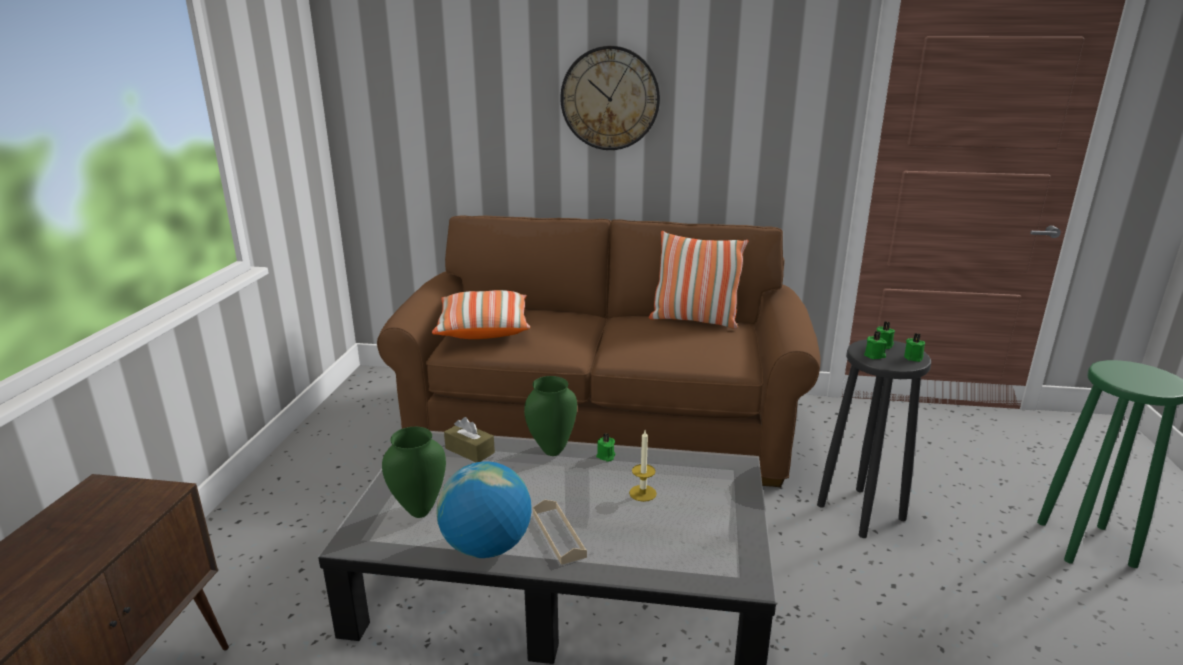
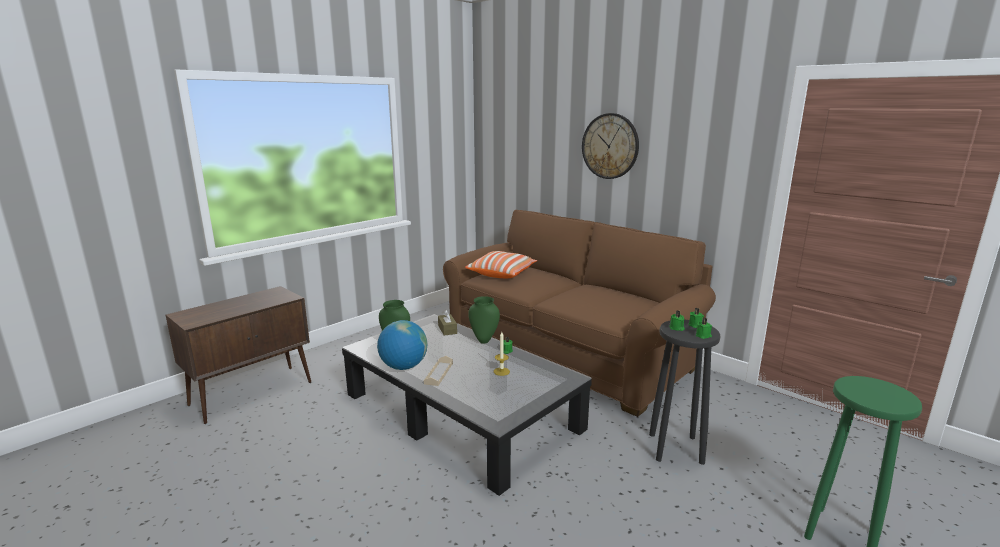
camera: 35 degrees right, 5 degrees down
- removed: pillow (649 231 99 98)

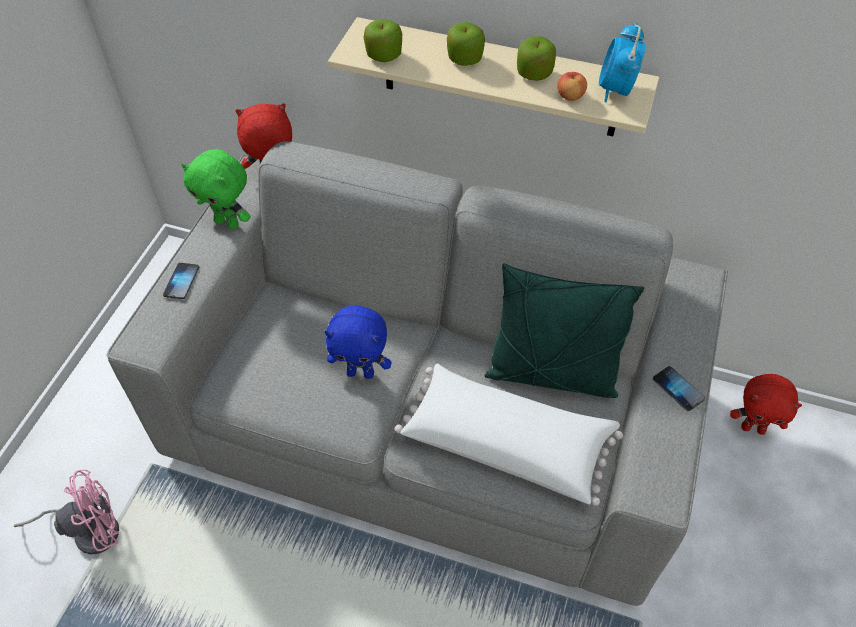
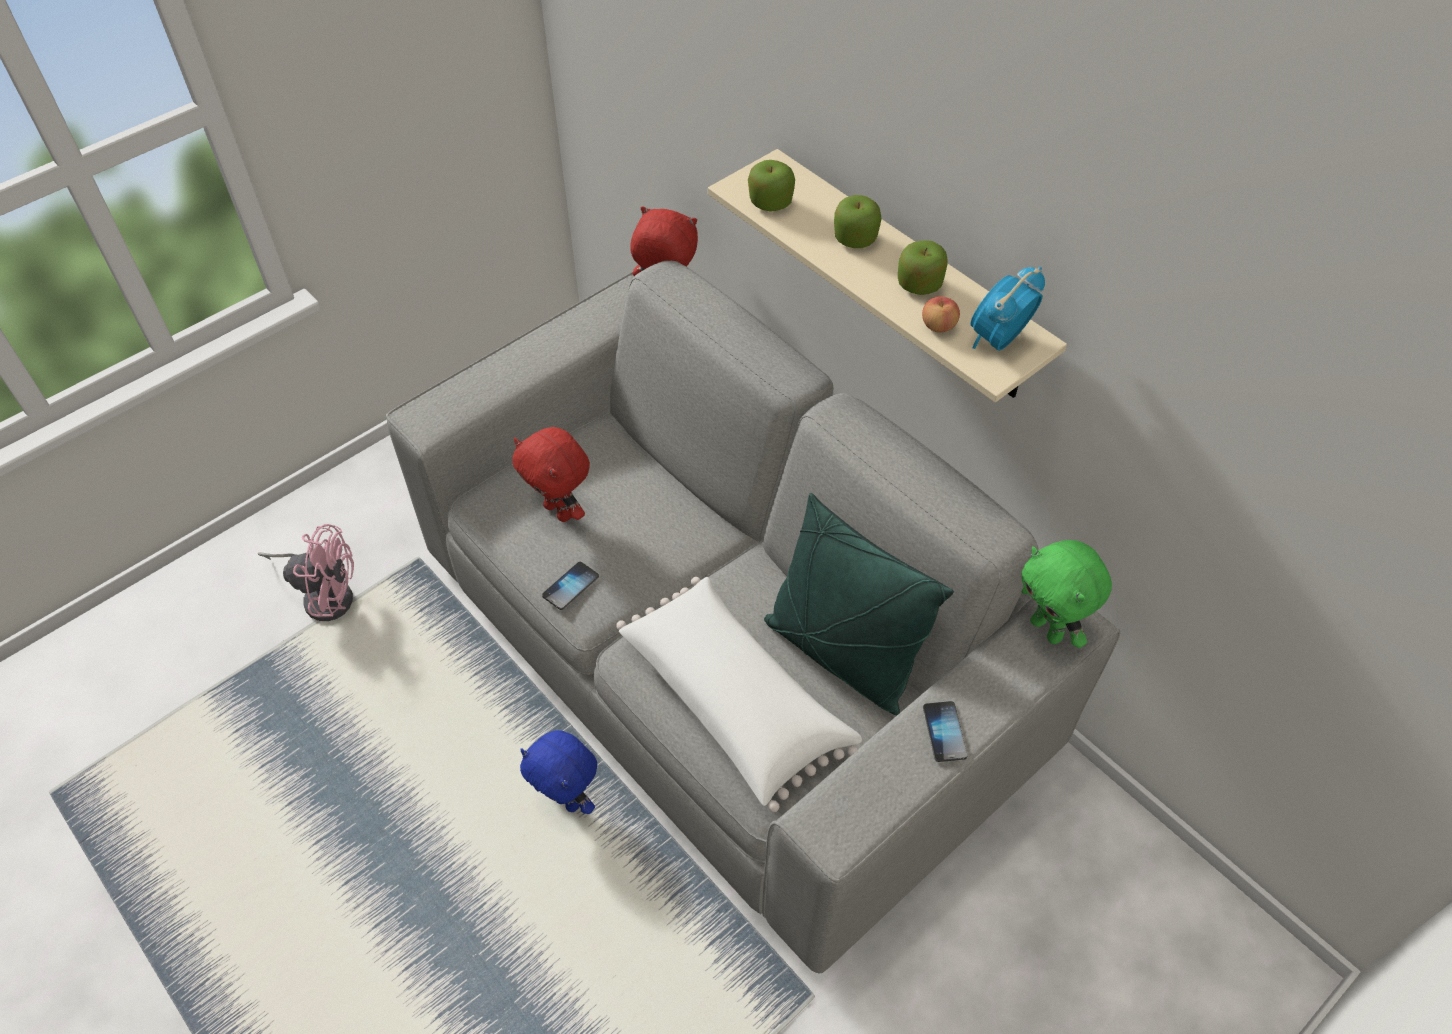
camera: 30 degrees right, 0 degrees up
- moved: phone (163 263 36 36) to (542 562 57 48)
- moved: plush toy/green (181 149 70 80) to (1021 540 91 108)
- moved: plush toy/blue (324 305 67 74) to (520 730 77 84)
- moved: plush toy/red (730 374 72 61) to (512 427 78 95)

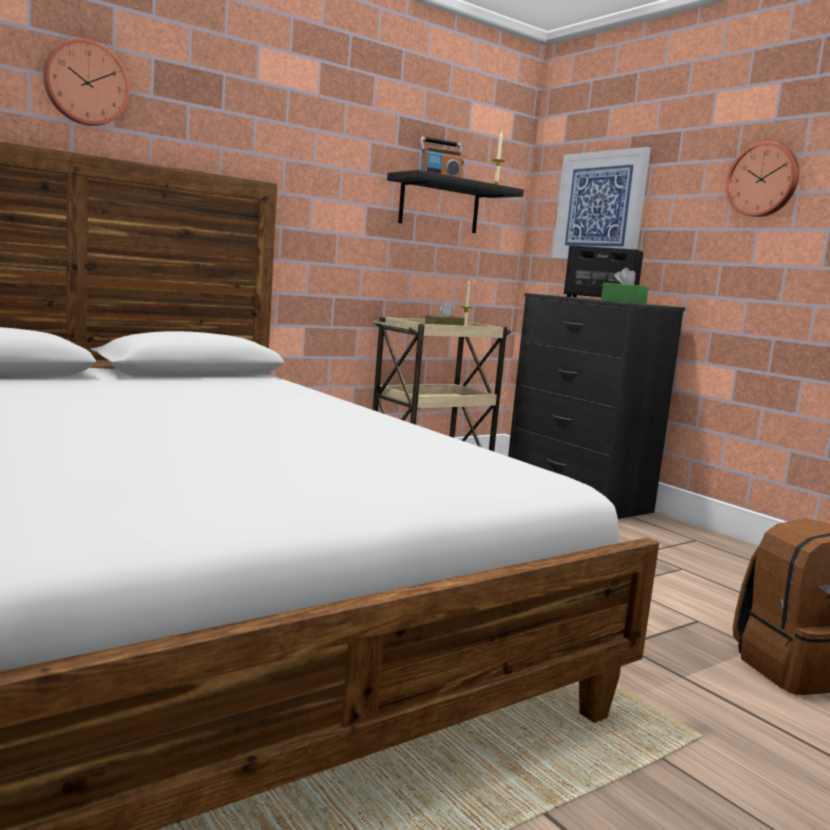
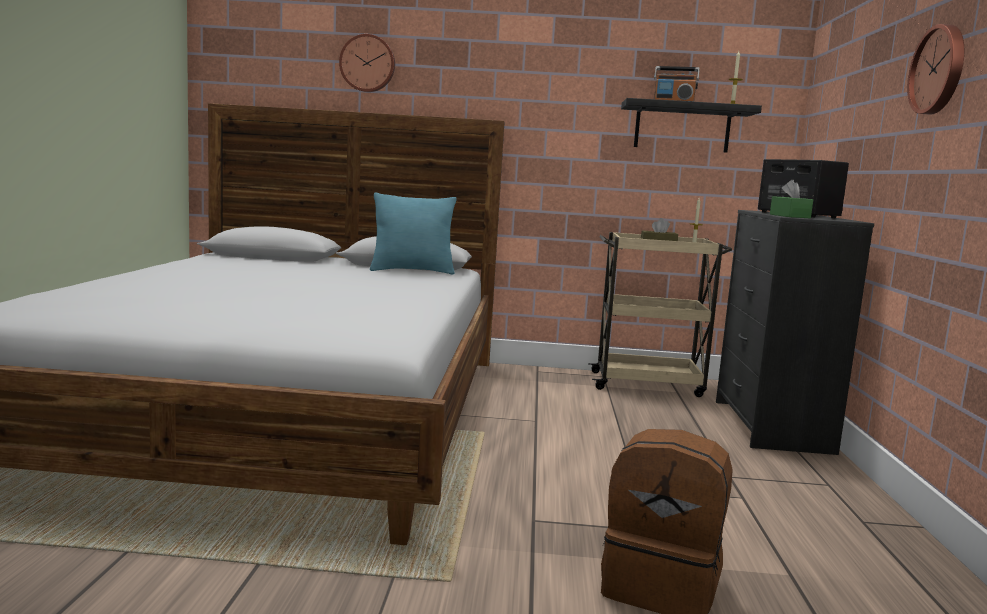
camera: 40 degrees right, 0 degrees up
- removed: picture (552 147 99 112)
- added: pillow/turquoise (370 192 86 83)

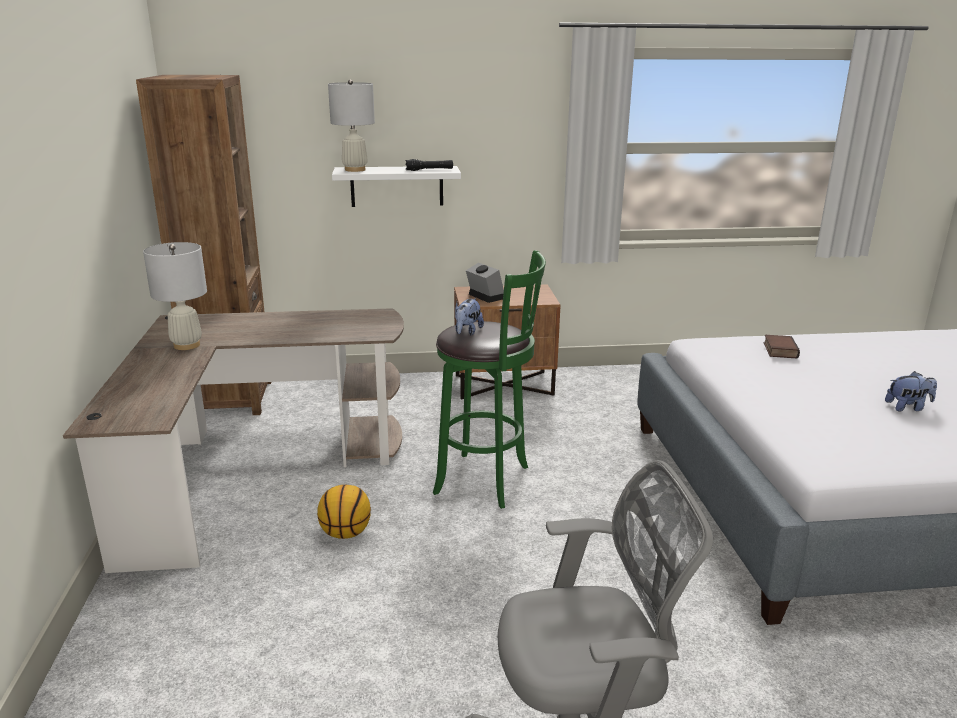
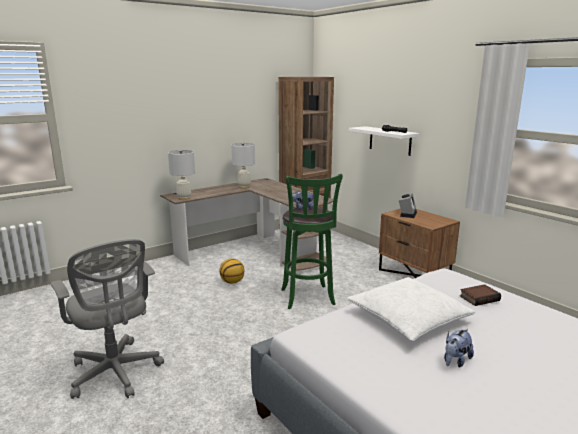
camera: 60 degrees right, 5 degrees down
- moved: table lamp/white (328 80 47 92) to (168 150 27 50)
- turned: plush toy (885 371 52 40) = (444 329 30 39) 75 degrees clockwise
- added: pillow/white (347 277 129 64)

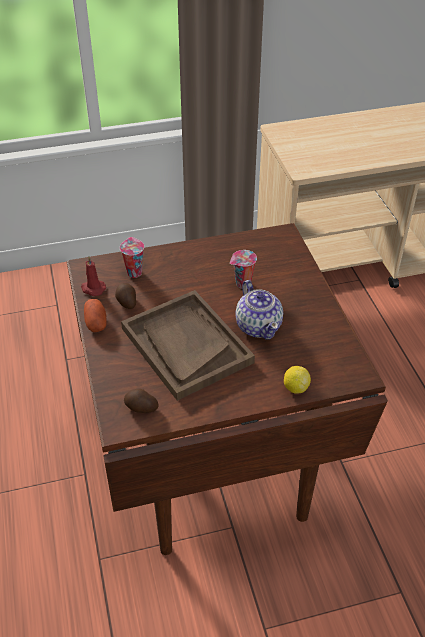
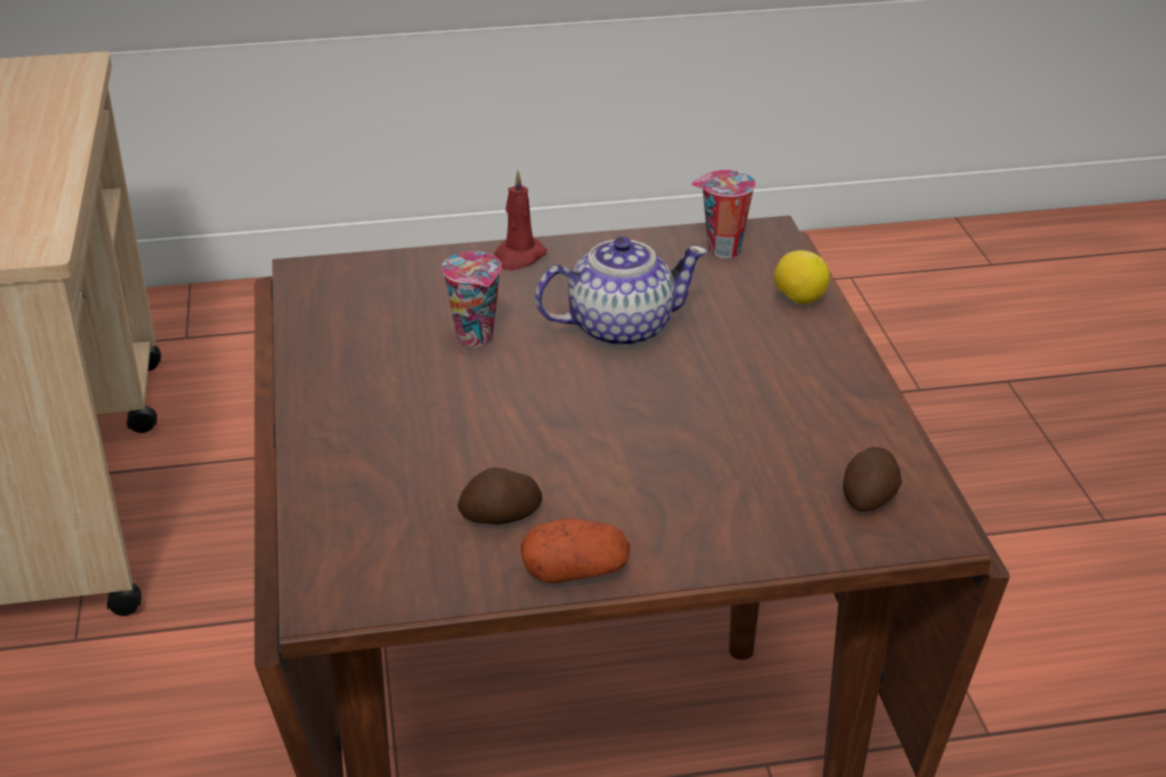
camera: 85 degrees left, 10 degrees down
- moved: candle/red (81 257 25 39) to (494 170 53 101)
- moved: cup (120 237 24 41) to (691 170 65 88)
- removed: tray/brown (121 290 134 111)

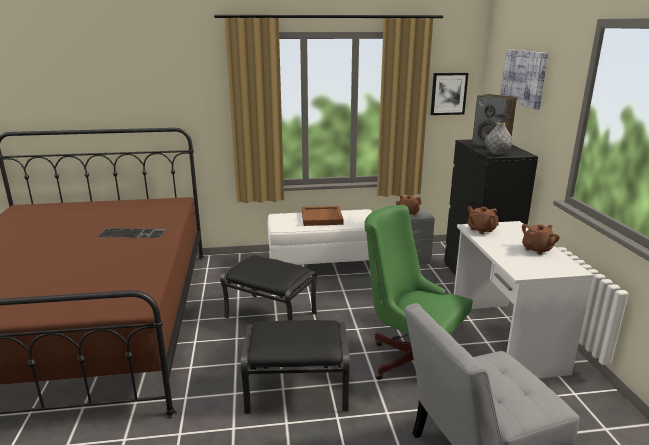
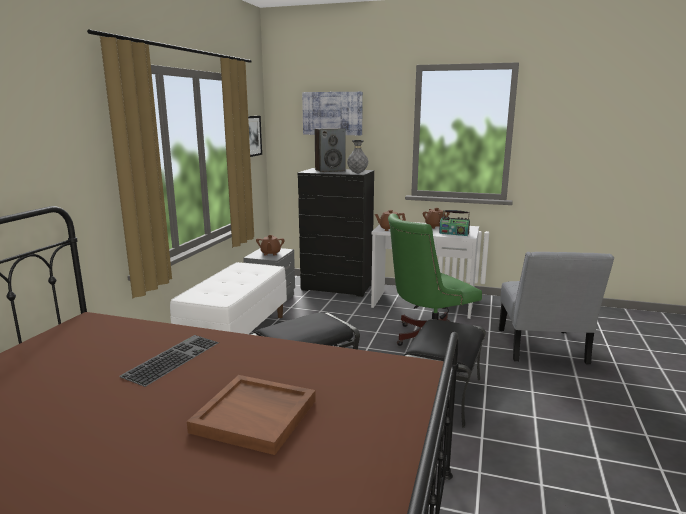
camera: 65 degrees left, 5 degrees down
- moved: tray/brown (302 206 42 20) to (187 375 129 80)
- added: radio (439 210 31 26)

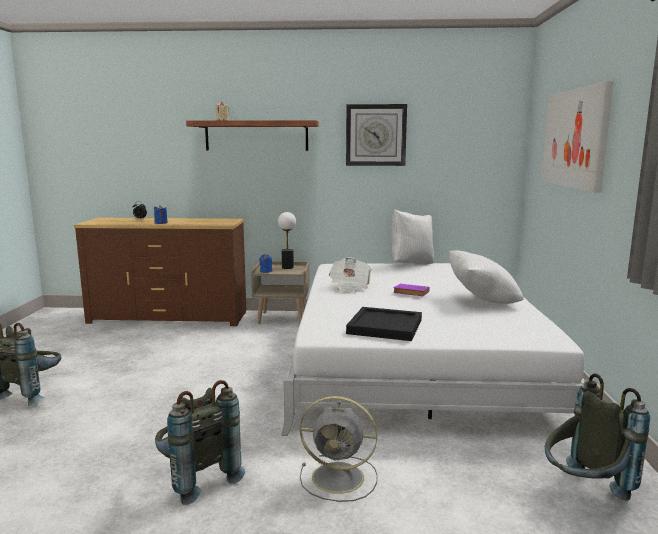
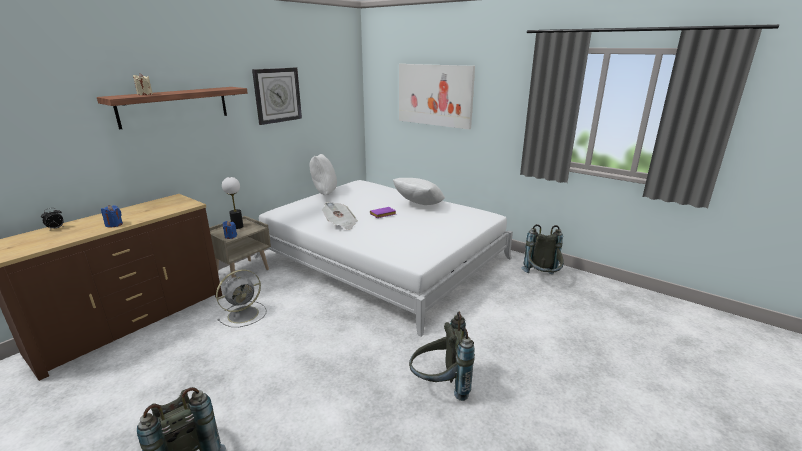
camera: 55 degrees left, 10 degrees up
- moved: fan/grey (300 396 78 106) to (216 269 50 58)
- removed: tray/black (346 307 76 34)

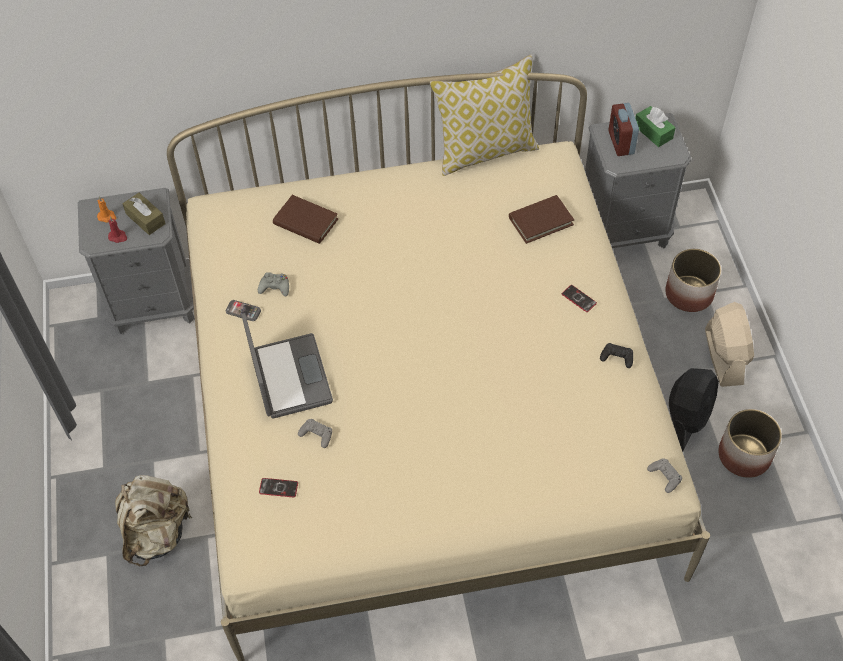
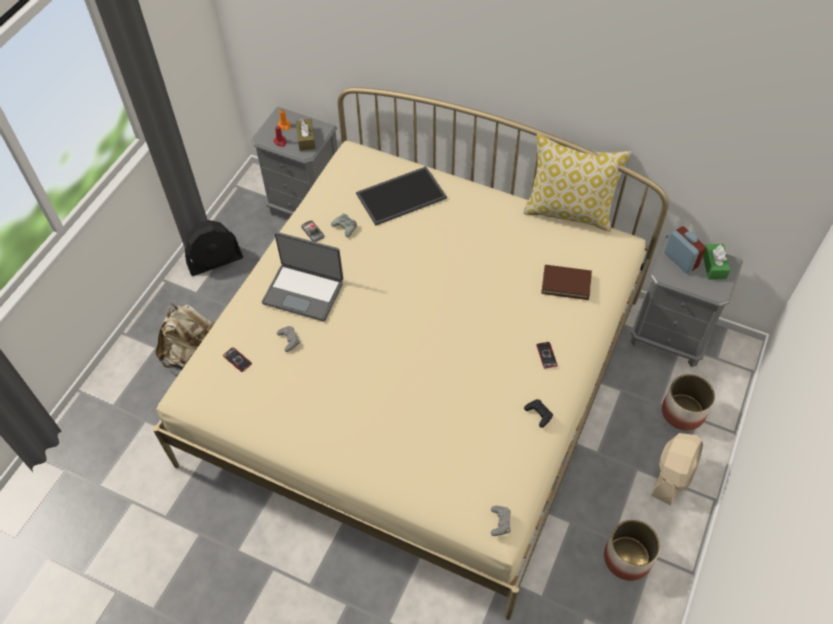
camera: 35 degrees right, 0 degrees up
- turned: laptop (242 313 91 105) = (262 232 81 89) 90 degrees clockwise
- replaced: book/brown (273 195 65 49) to tray (356 166 91 60)
- turned: alarm clock (608 103 31 53) = (664 226 42 48) 120 degrees clockwise
- moved: fan/black (669 368 50 84) to (185 220 58 56)

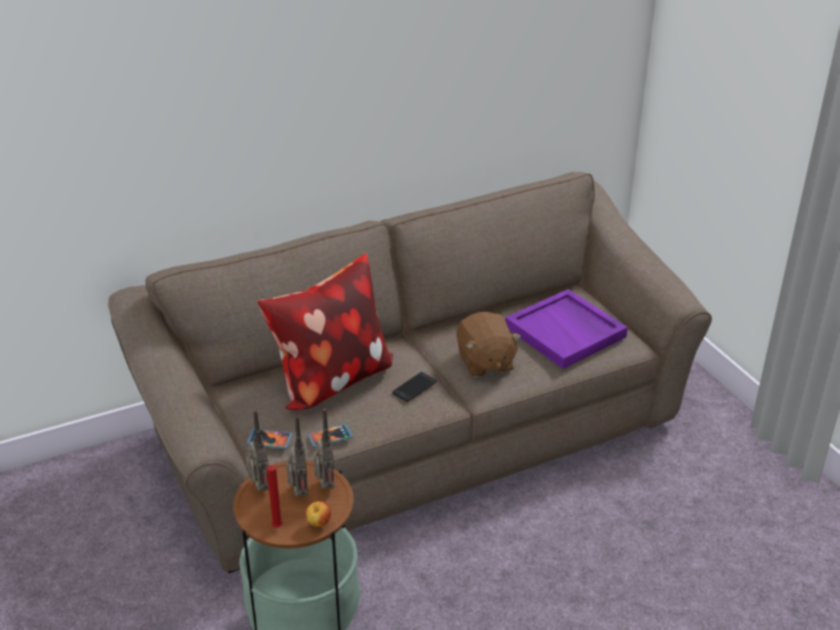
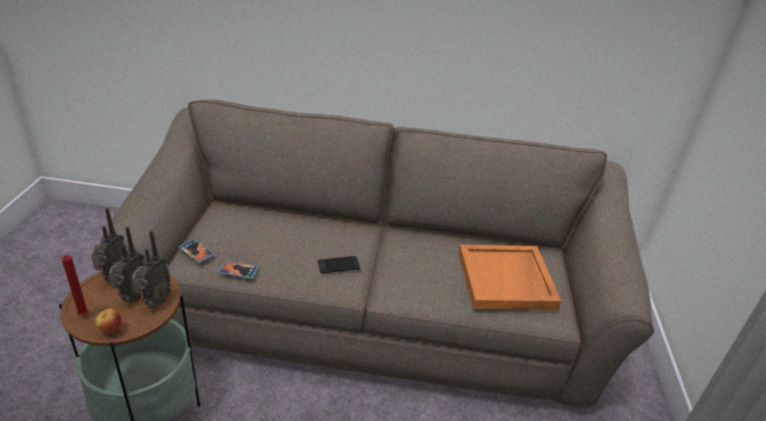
camera: 30 degrees right, 0 degrees up
- removed: pillow (257 253 136 157)
- removed: plush toy/brown (456 312 65 66)
- recoloured: tray/purple (505 289 123 80) to tray/orange (459 244 102 66)

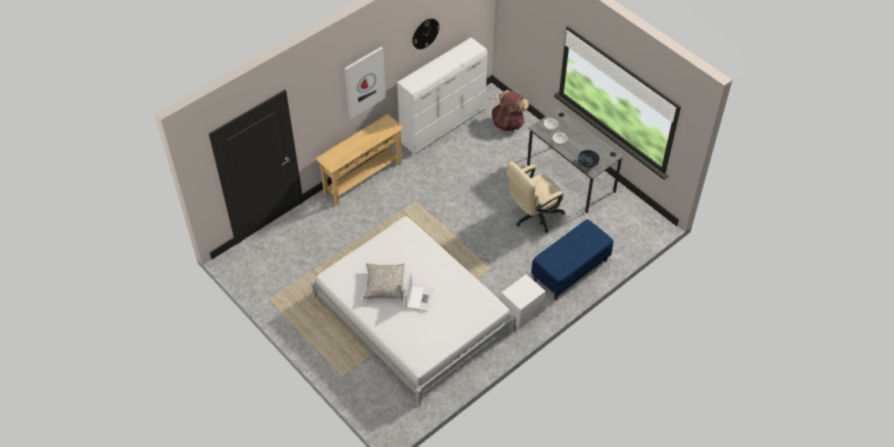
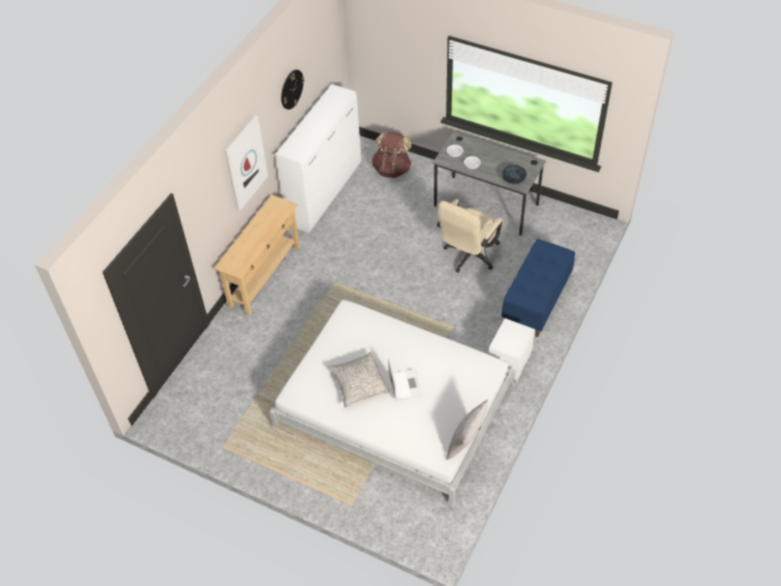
camera: 20 degrees left, 0 degrees up
- added: pillow/grey (446 400 42 60)

